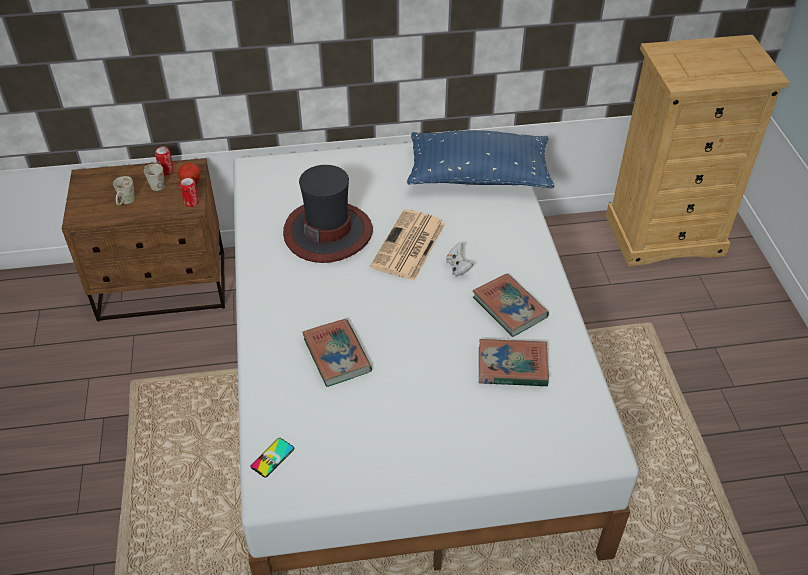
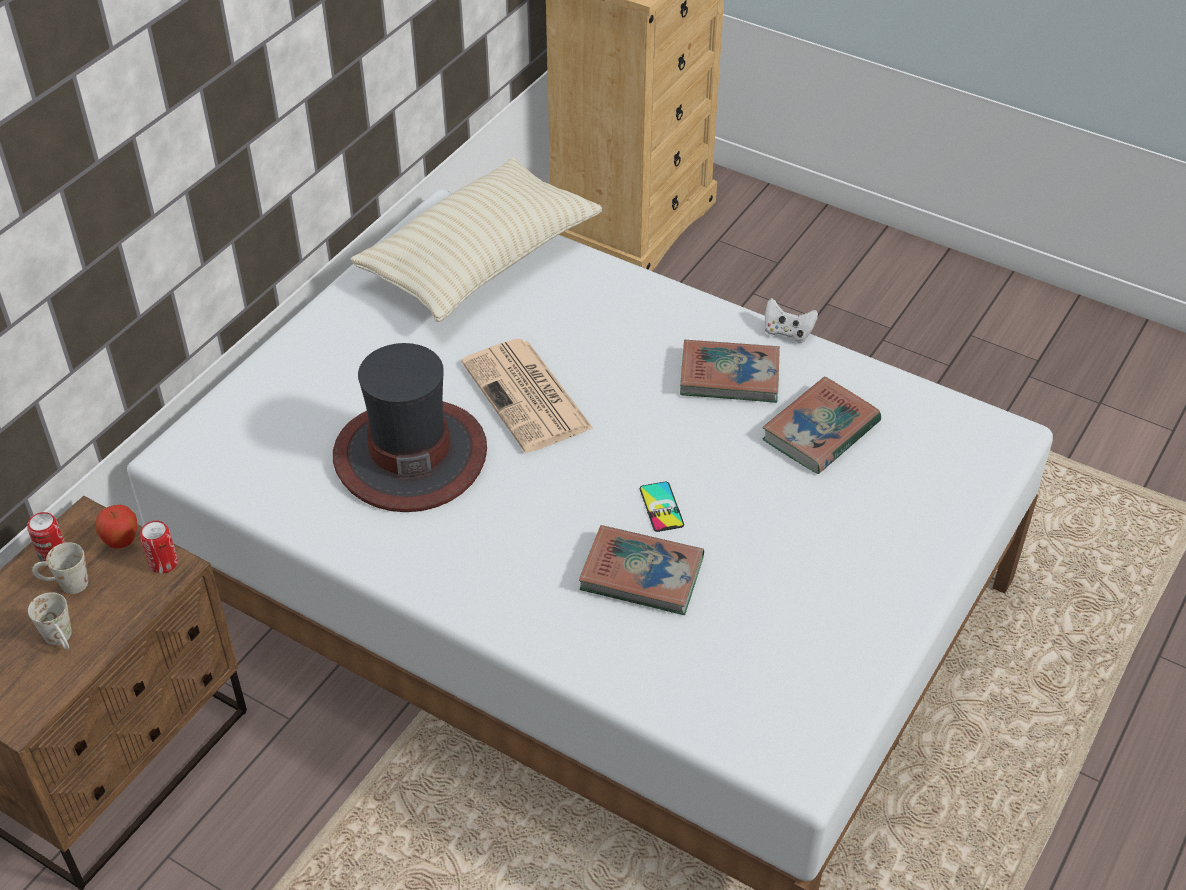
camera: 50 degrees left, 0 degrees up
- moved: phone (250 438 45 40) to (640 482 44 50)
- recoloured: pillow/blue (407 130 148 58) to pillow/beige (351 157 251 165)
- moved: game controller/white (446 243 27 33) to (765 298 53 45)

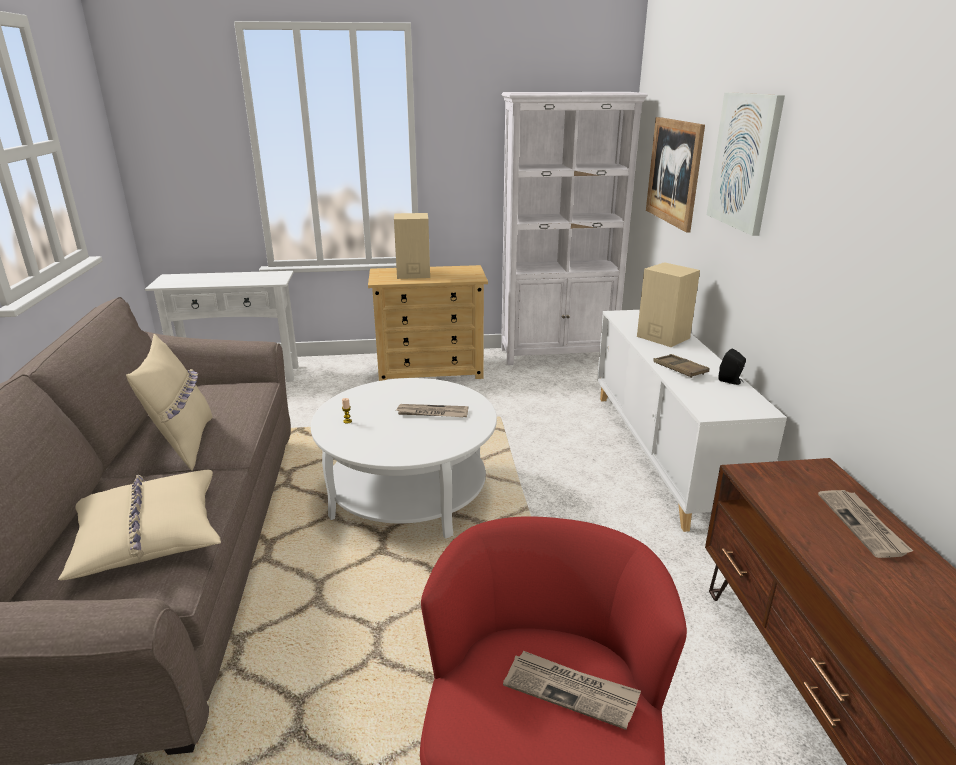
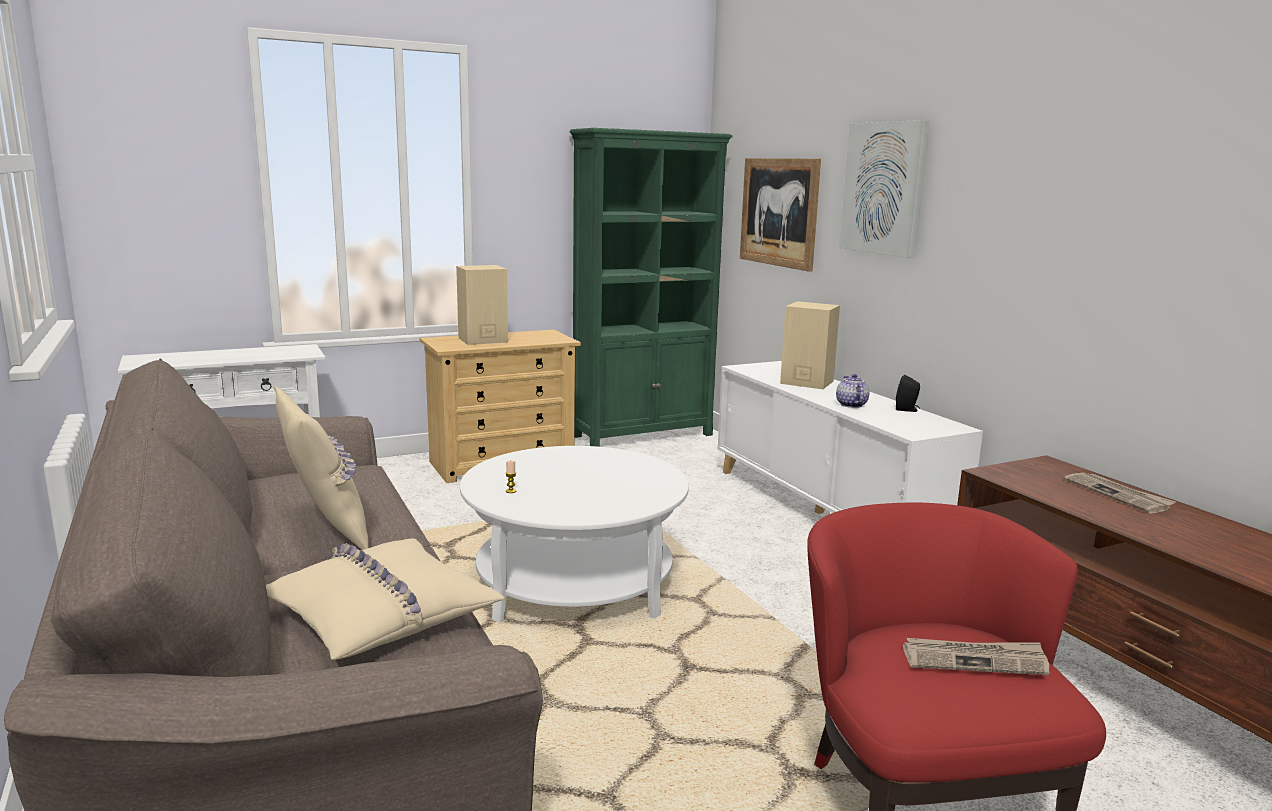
camera: 20 degrees left, 10 degrees down
- removed: newspaper (396 404 72 13)
- recoloured: bookcase/white (501 92 147 273) to bookcase/green (570 128 163 319)
- replaced: tray/brown (653 354 56 24) to teapot (836 374 34 34)

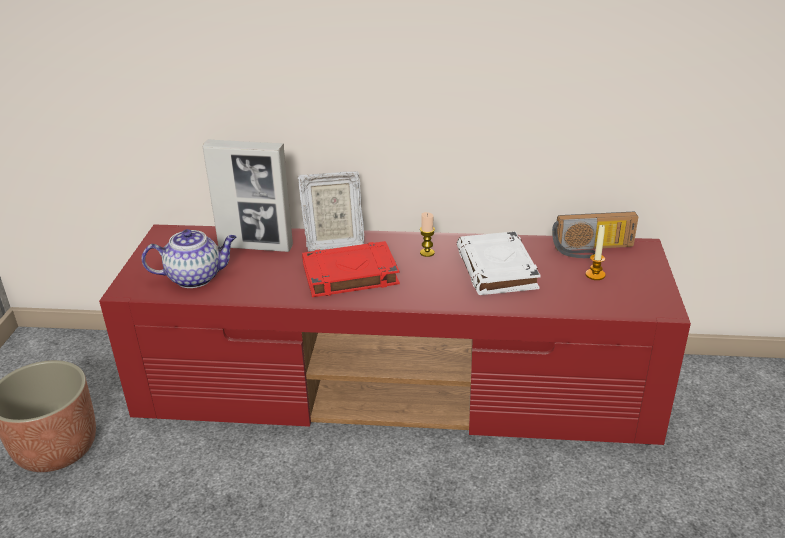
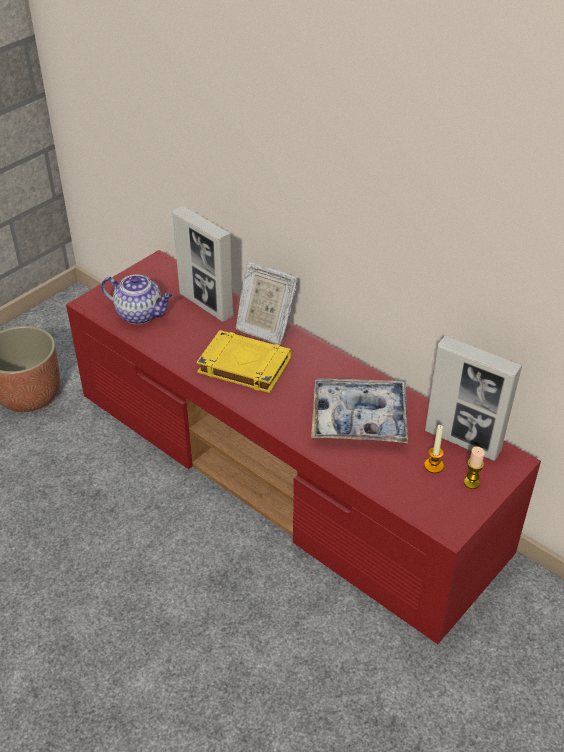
camera: 35 degrees right, 10 degrees up
- recoloured: book/red (302 241 98 56) to book/yellow (197 330 95 63)
- moved: candle (420 212 15 45) to (464 447 21 42)
- replaced: book/white (457 231 84 64) to tray (311 378 97 65)
- replaced: radio (552 212 86 46) to picture frame (425 335 97 126)

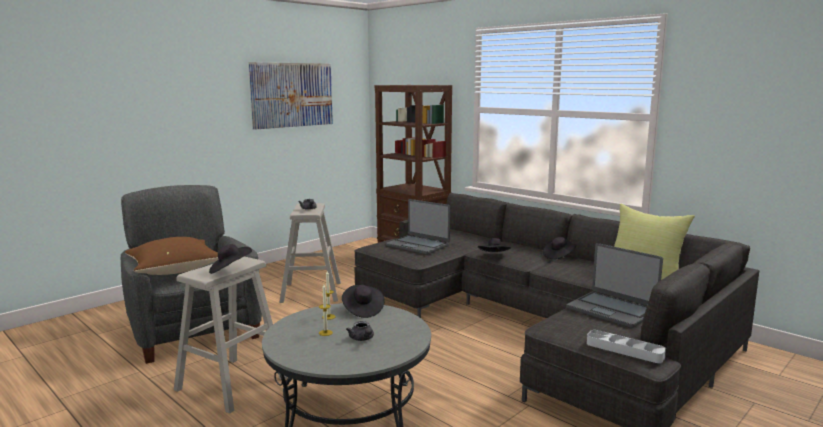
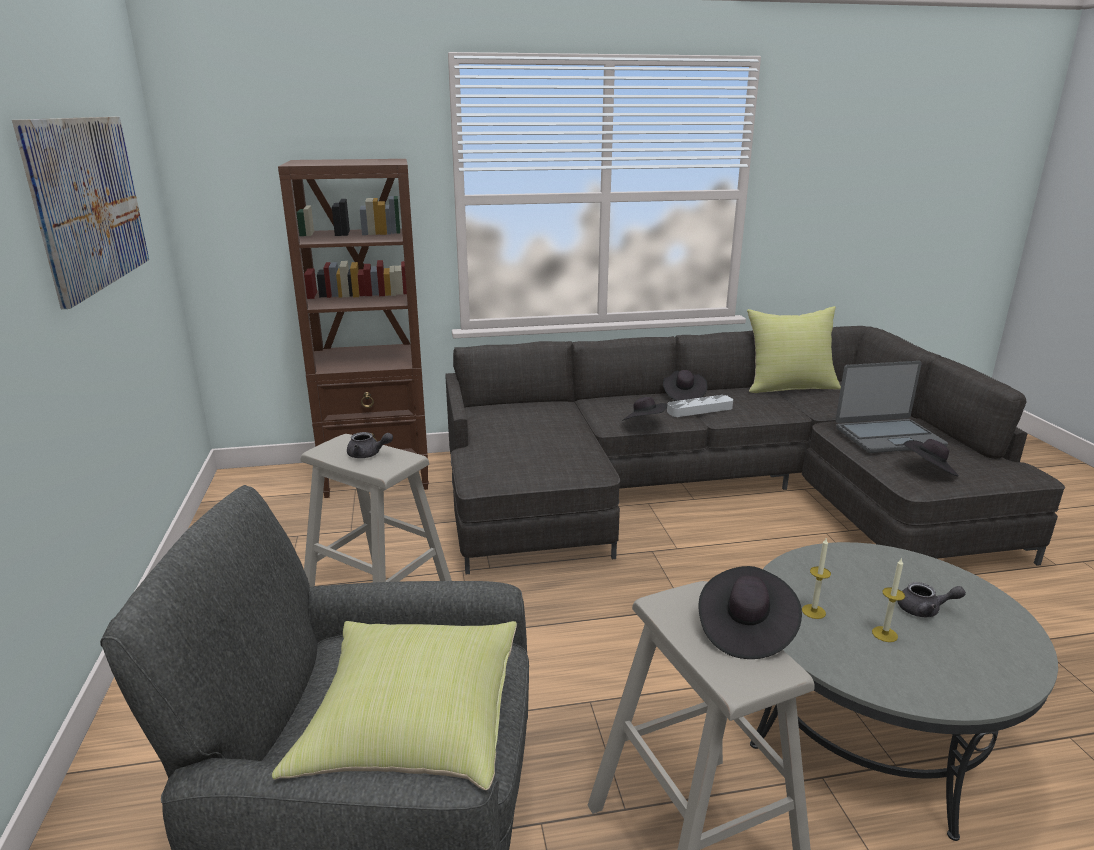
camera: 55 degrees left, 10 degrees up
- recoloured: pillow/brown (125 237 93 38) to pillow/yellow (272 621 245 169)
- moved: hat/black (342 285 43 33) to (903 439 56 38)
- removed: laptop (386 199 64 55)
- moved: tray/grey (587 330 79 33) to (667 395 66 22)

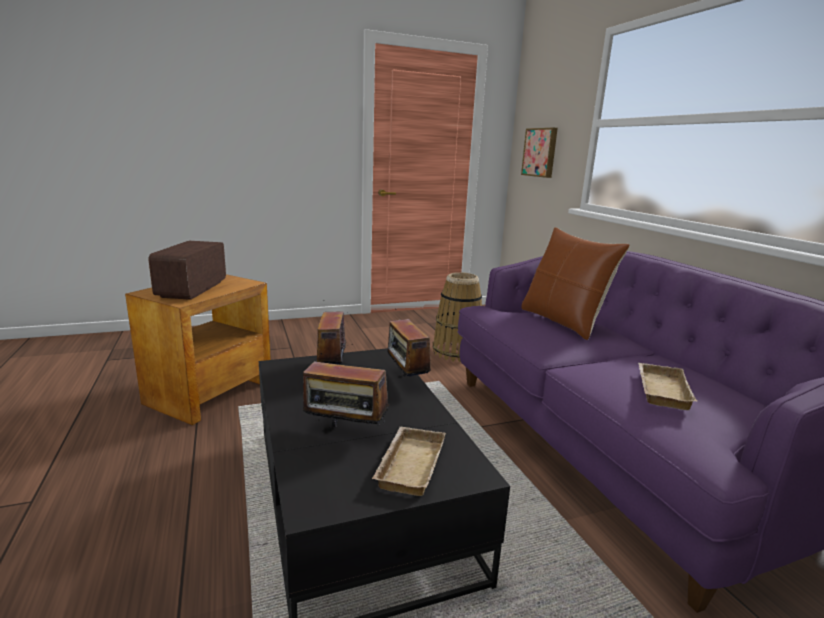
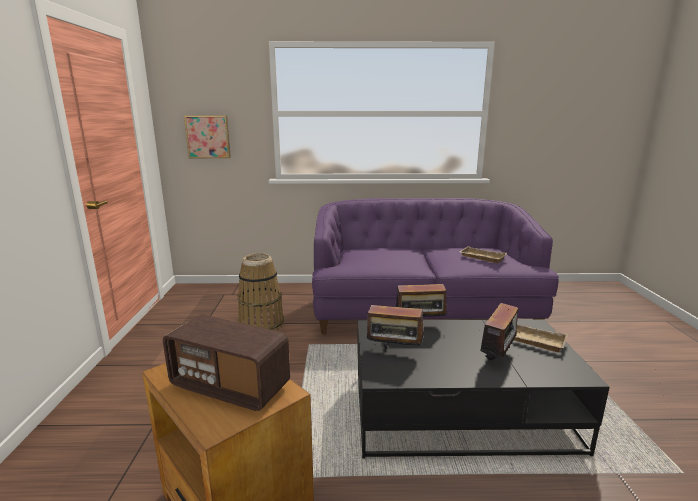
camera: 70 degrees left, 0 degrees up
- removed: pillow/brown (521 227 109 113)

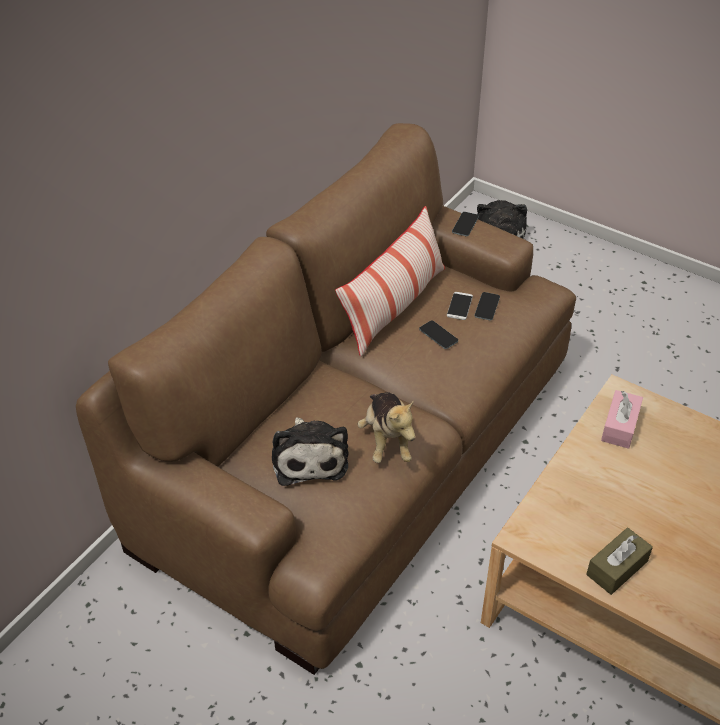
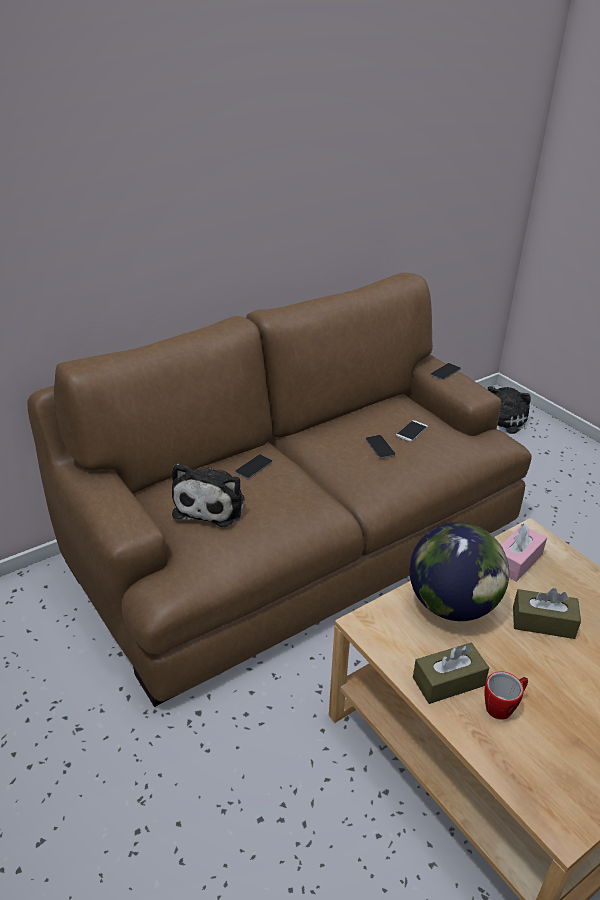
camera: 20 degrees right, 10 degrees down
- removed: pillow (335 206 110 151)
- removed: plush toy (358 392 57 71)
- moved: phone (474 292 26 28) to (235 455 37 24)
- added: globe (409 522 100 99)
- added: mug (484 671 44 49)
- added: tissue box/brown (513 588 68 51)

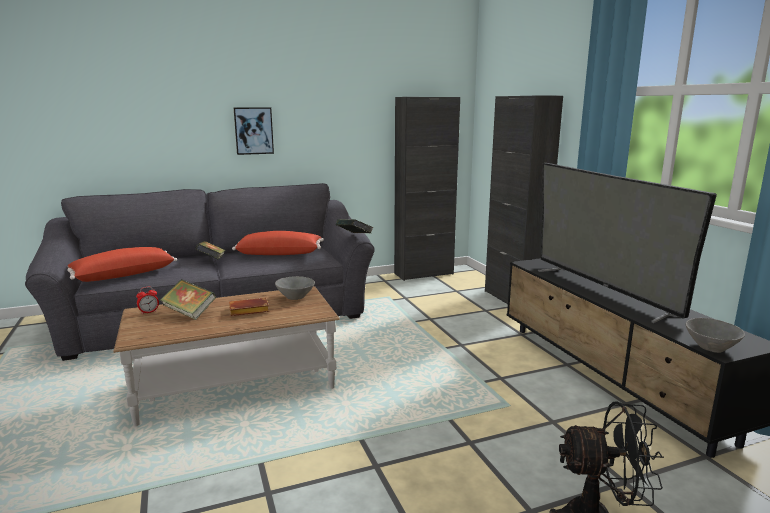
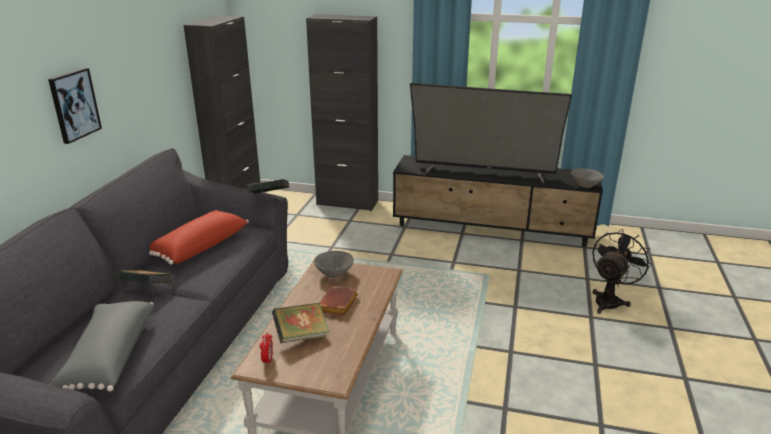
camera: 55 degrees left, 10 degrees up
- recoloured: pillow/red (67 247 110 35) to pillow/grey (50 301 104 90)

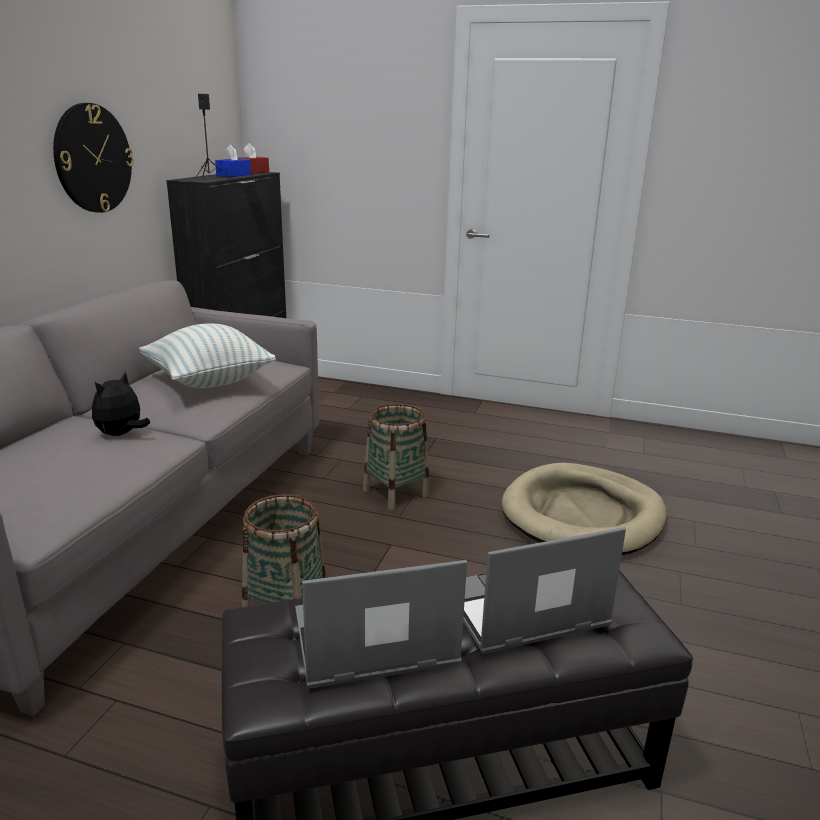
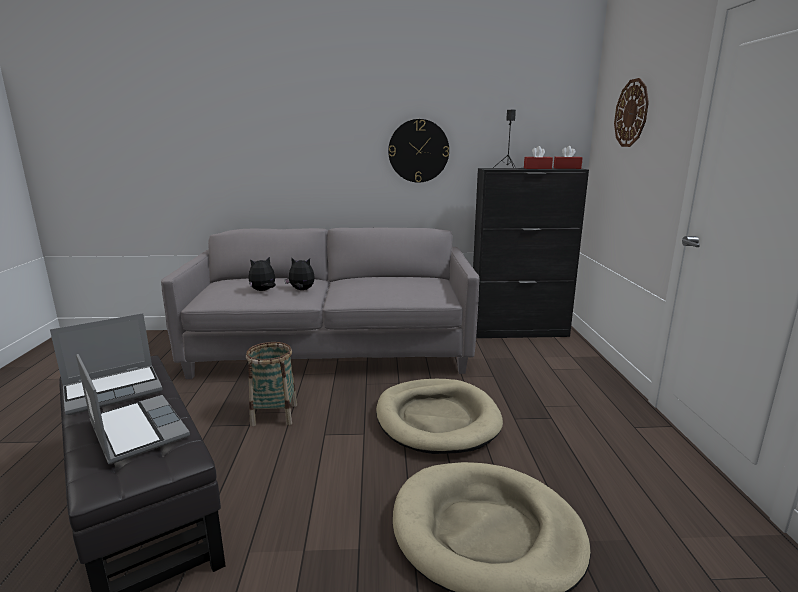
camera: 70 degrees right, 5 degrees down
- removed: pillow (139 323 137 65)
- recoloured: tissue box/blue (215 145 36 32) to tissue box/red (524 146 29 23)
- turned: laptop (295 560 172 128) = (50 313 113 102) 90 degrees clockwise
- replaced: basket (363 404 66 106) to dog bed/beige (376 379 127 75)
- added: plush toy (248 256 28 35)
- added: wall clock (614 78 35 69)

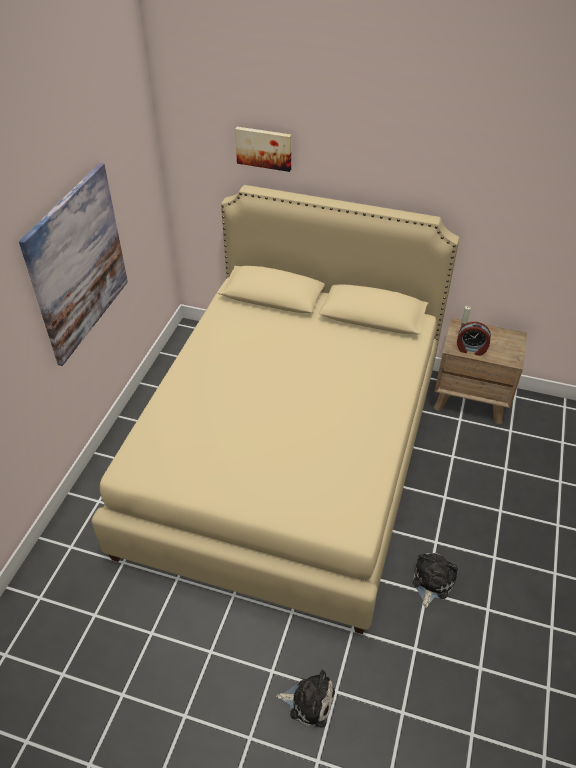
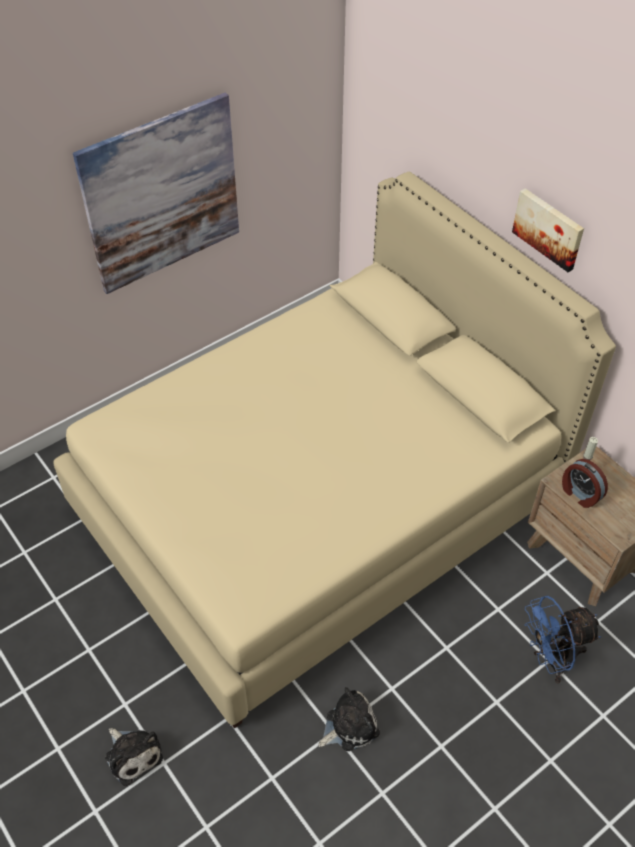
camera: 35 degrees right, 5 degrees up
- moved: picture (235 127 56 45) to (512 188 72 84)
- added: fan/blue (524 595 77 88)

